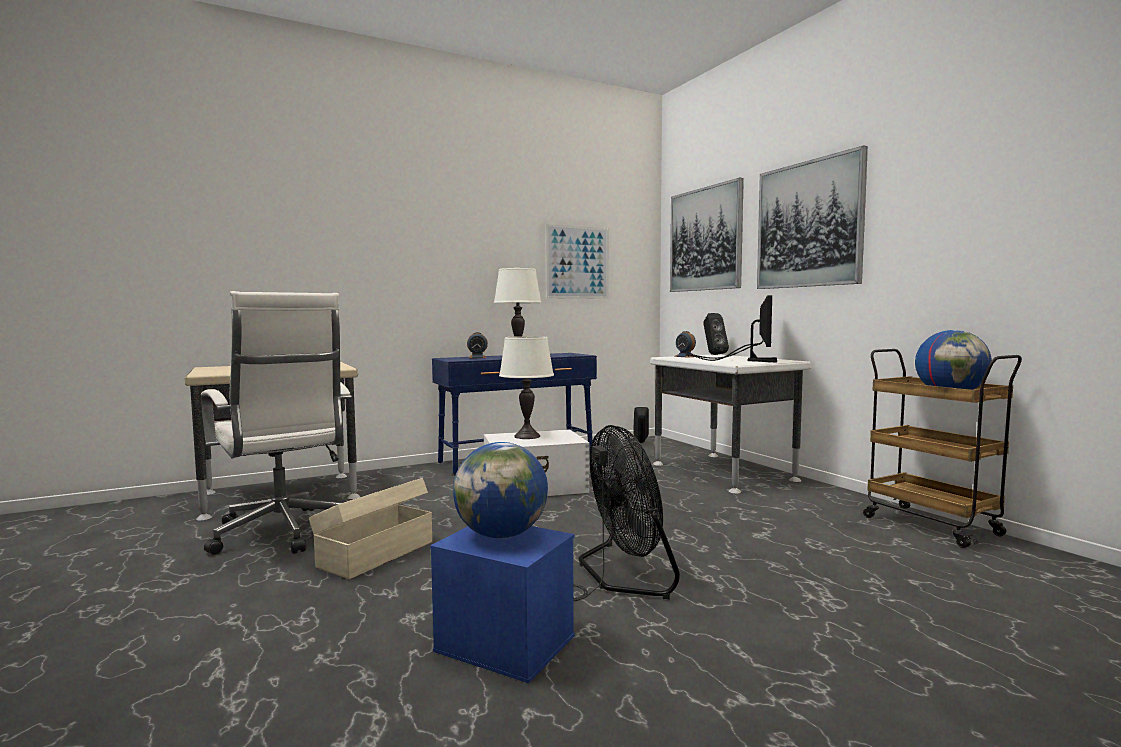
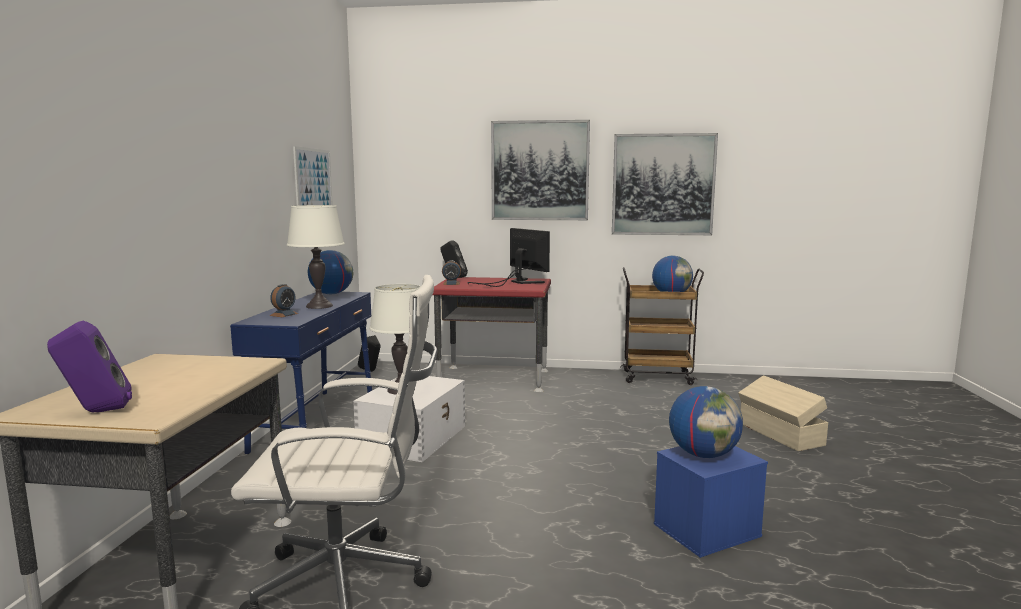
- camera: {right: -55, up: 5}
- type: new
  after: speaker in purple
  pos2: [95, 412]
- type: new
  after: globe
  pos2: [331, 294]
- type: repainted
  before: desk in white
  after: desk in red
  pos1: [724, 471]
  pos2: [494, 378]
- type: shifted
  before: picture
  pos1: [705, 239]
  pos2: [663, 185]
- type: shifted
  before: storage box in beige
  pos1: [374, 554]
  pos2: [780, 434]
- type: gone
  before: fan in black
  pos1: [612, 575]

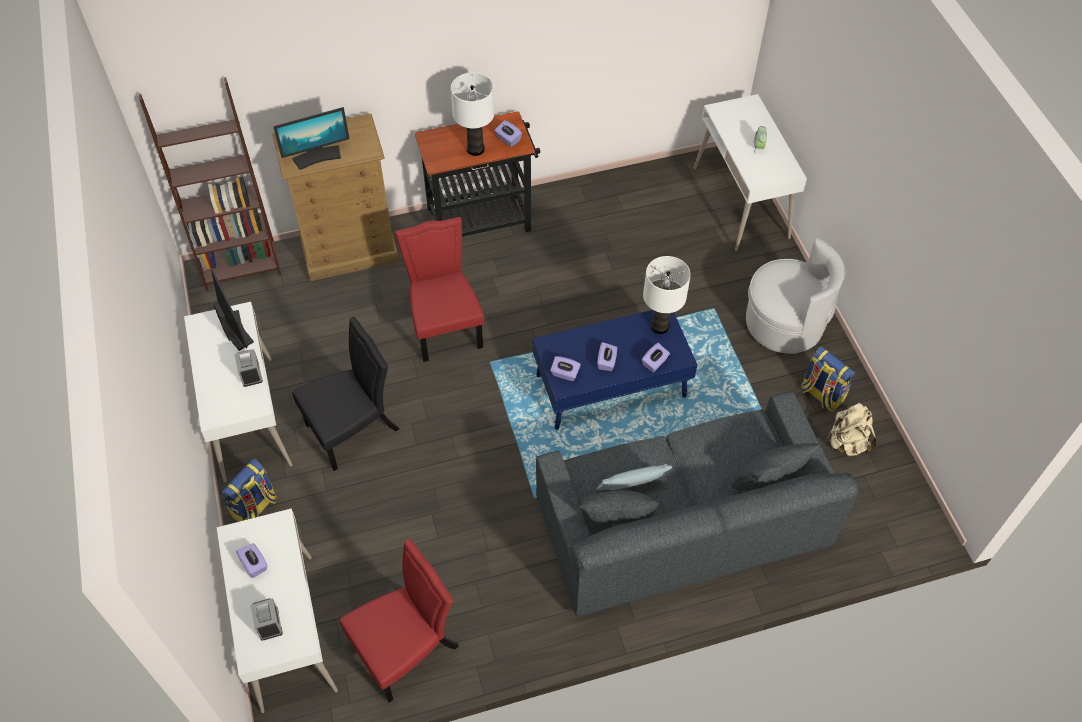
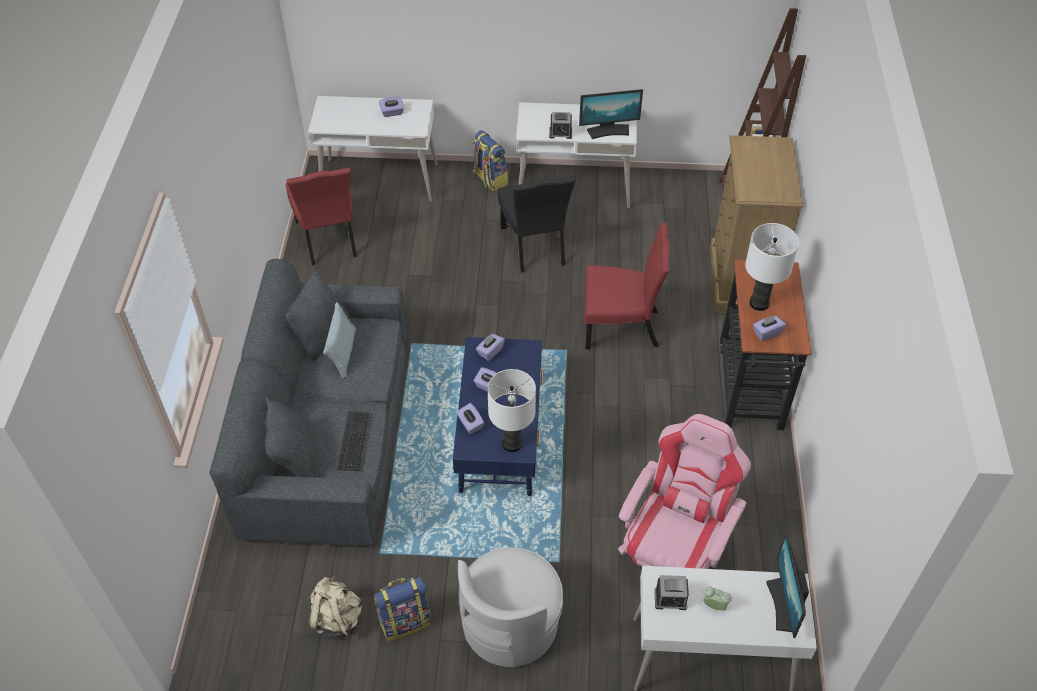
- camera: {right: 110, up: -5}
- type: new
  after: keyboard
  pos2: [352, 440]
- type: new
  after: office chair in pink
  pos2: [672, 558]
- type: shifted
  before: alarm clock
  pos1: [269, 623]
  pos2: [670, 599]
- type: shifted
  before: monitor
  pos1: [317, 156]
  pos2: [784, 605]

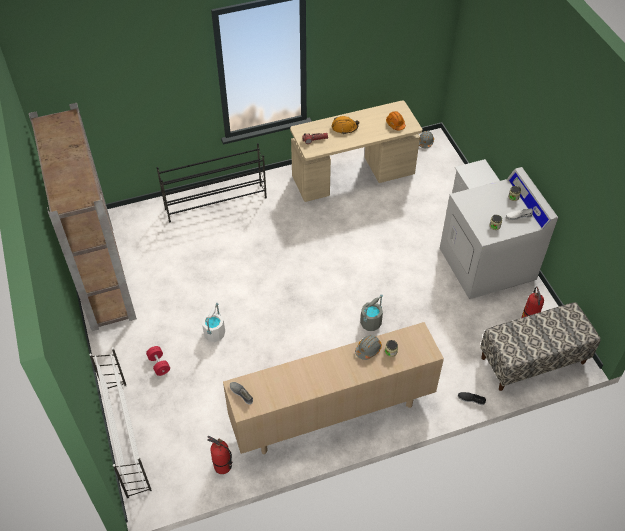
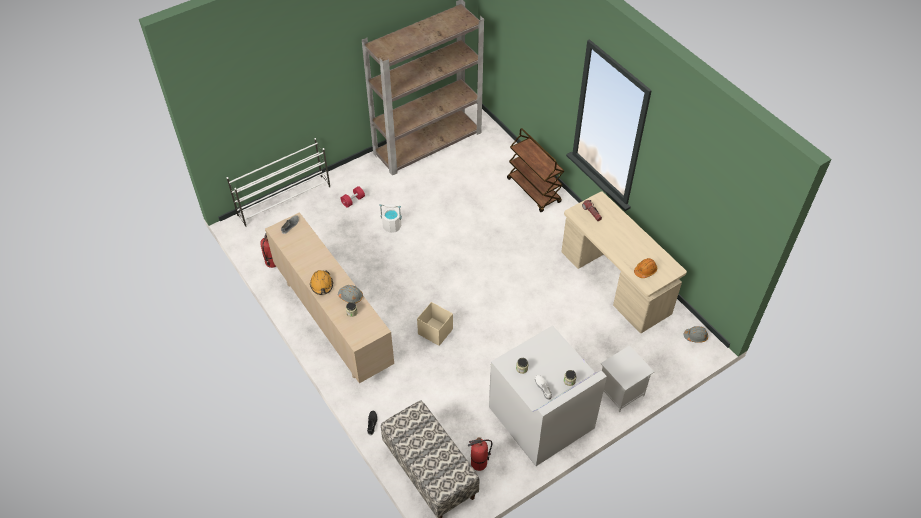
- camera: {right: 75, up: 0}
- type: shifted
  before: hard hat in orange
  pos1: [344, 127]
  pos2: [322, 285]
- type: swapped
  before: bucket in grey
  after: storage box in beige
  pos1: [370, 323]
  pos2: [435, 331]
- type: swapped
  before: shoe rack in black
  after: cart in brown
  pos1: [216, 203]
  pos2: [534, 191]

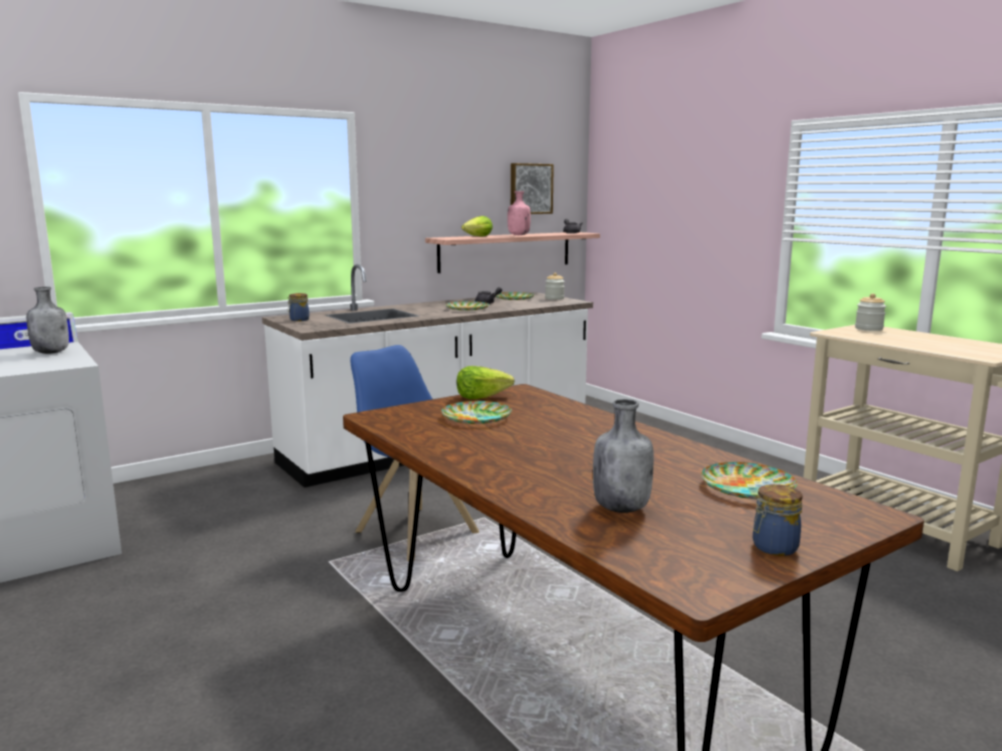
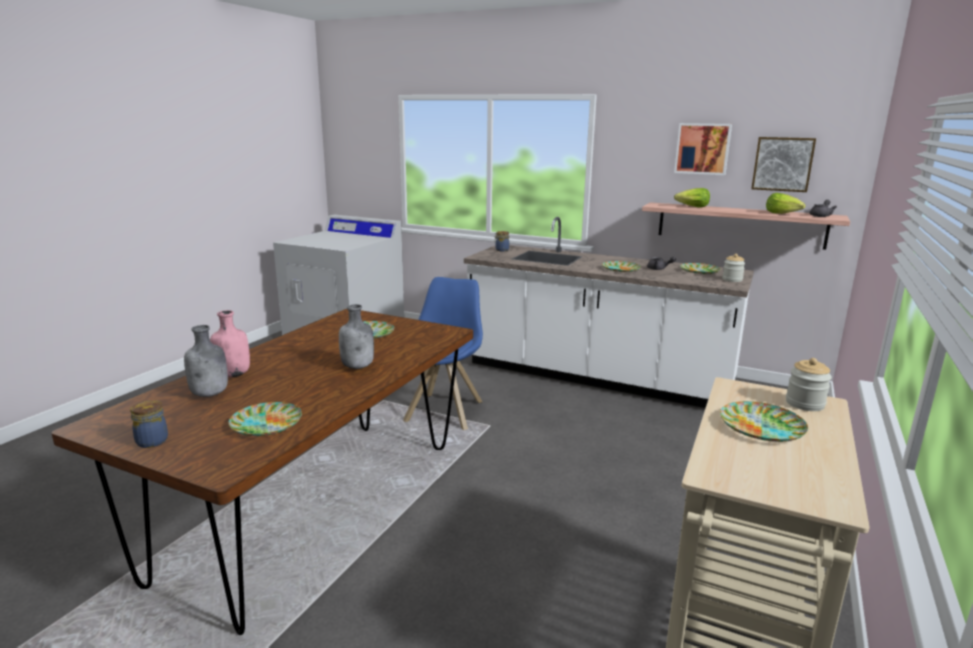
- camera: {right: 60, up: 5}
- type: shifted
  before: bottle in pink
  pos1: [518, 235]
  pos2: [233, 374]
- type: shifted
  before: bottle in grey
  pos1: [52, 352]
  pos2: [358, 366]
- type: new
  after: picture
  pos2: [702, 148]
- type: new
  after: plate
  pos2: [762, 426]
- type: shifted
  before: lettuce
  pos1: [482, 397]
  pos2: [782, 214]

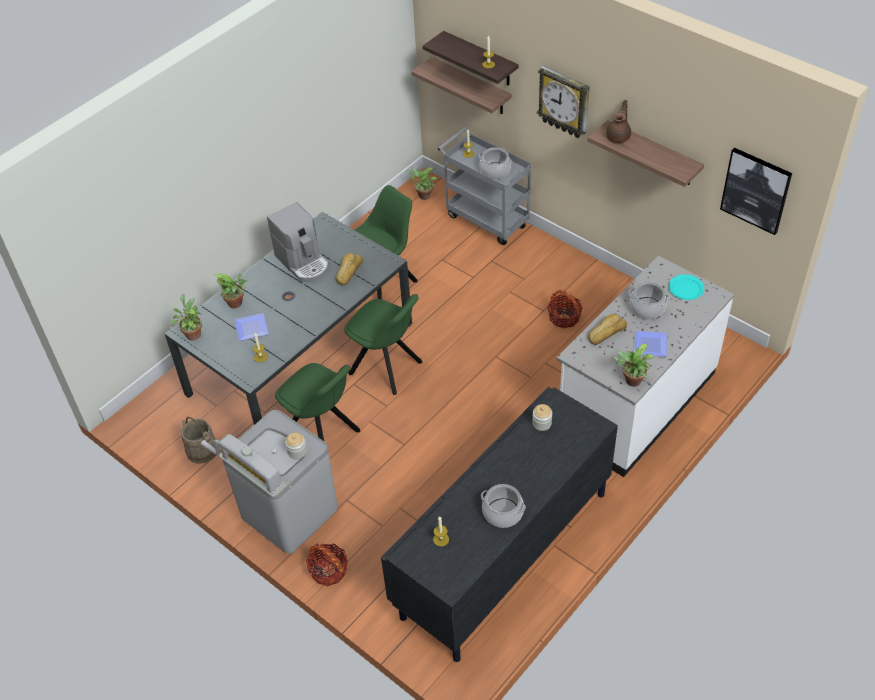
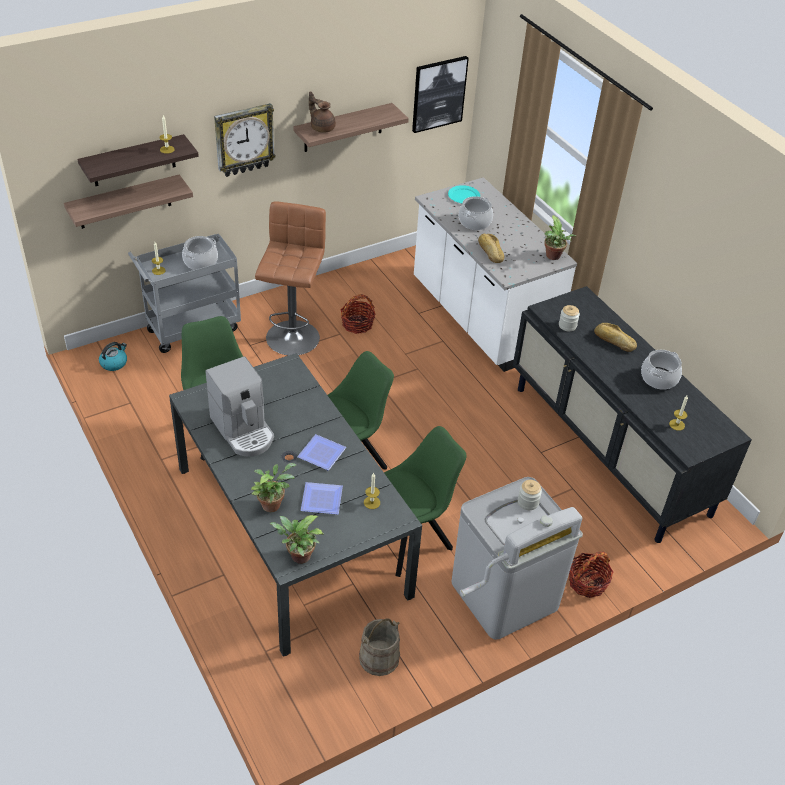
- camera: {right: -75, up: -5}
- type: swapped
  before: potted plant
  after: kettle
  pos1: [423, 196]
  pos2: [114, 363]
- type: rotated
  before: coffee machine
  pos1: [303, 262]
  pos2: [243, 430]
  turn: 75
- type: new
  after: stool in brown
  pos2: [293, 337]
- type: shifted
  before: plate
  pos1: [651, 346]
  pos2: [323, 453]
- type: shifted
  before: bread
  pos1: [348, 271]
  pos2: [614, 341]

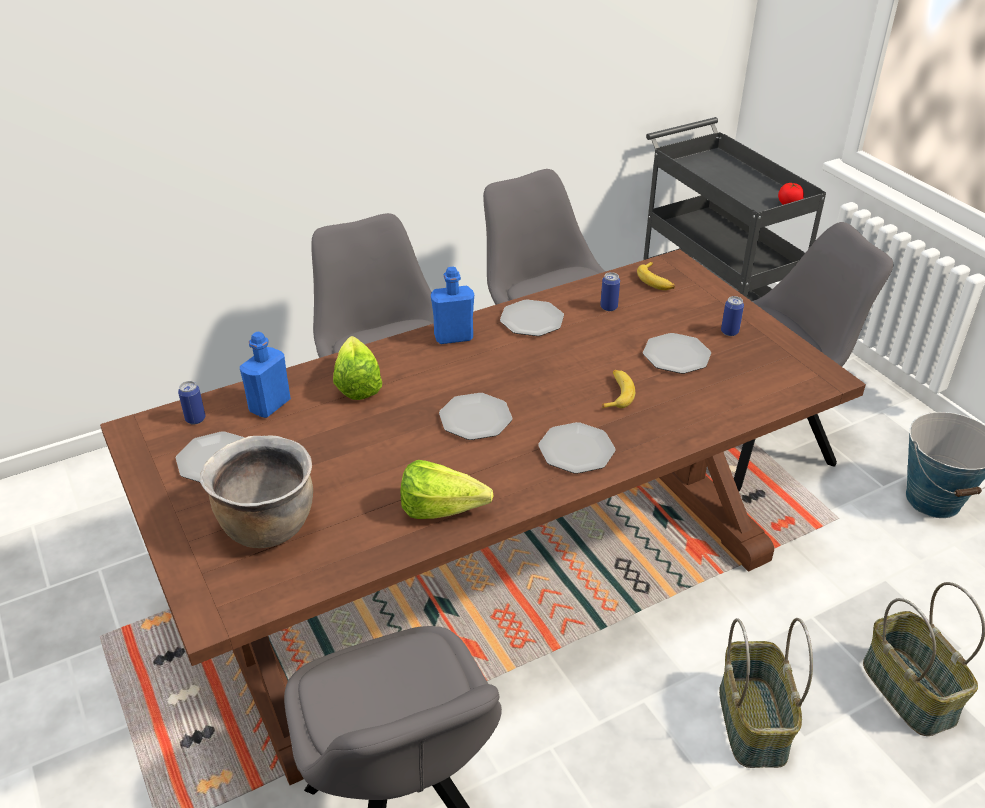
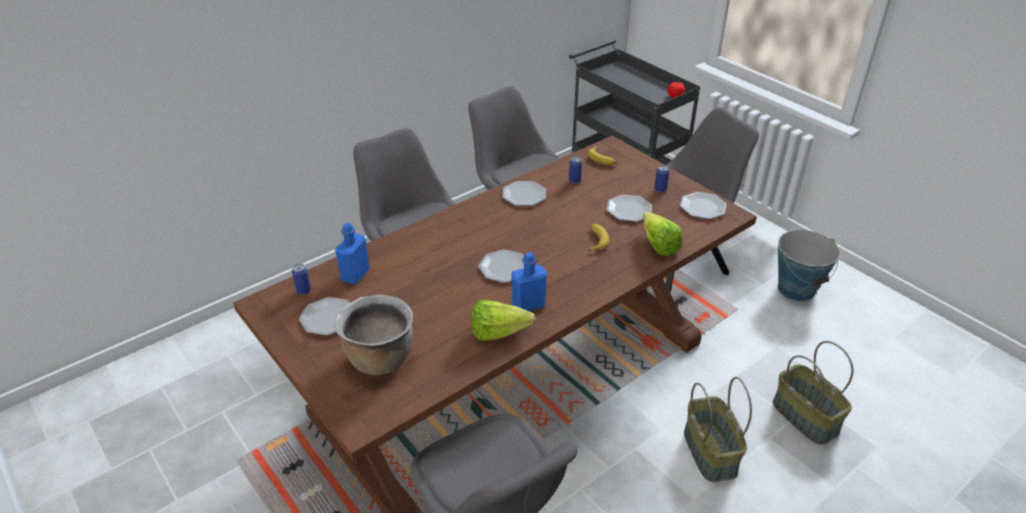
- camera: {right: -10, up: 0}
- type: shifted
  before: bottle in blue
  pos1: [453, 337]
  pos2: [528, 305]
- type: shifted
  before: lettuce
  pos1: [358, 381]
  pos2: [657, 243]
- type: shifted
  before: plate
  pos1: [576, 451]
  pos2: [702, 207]

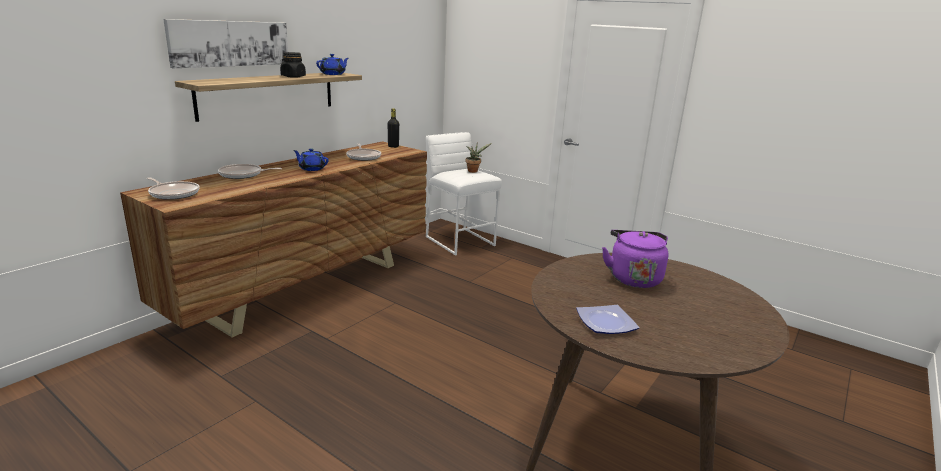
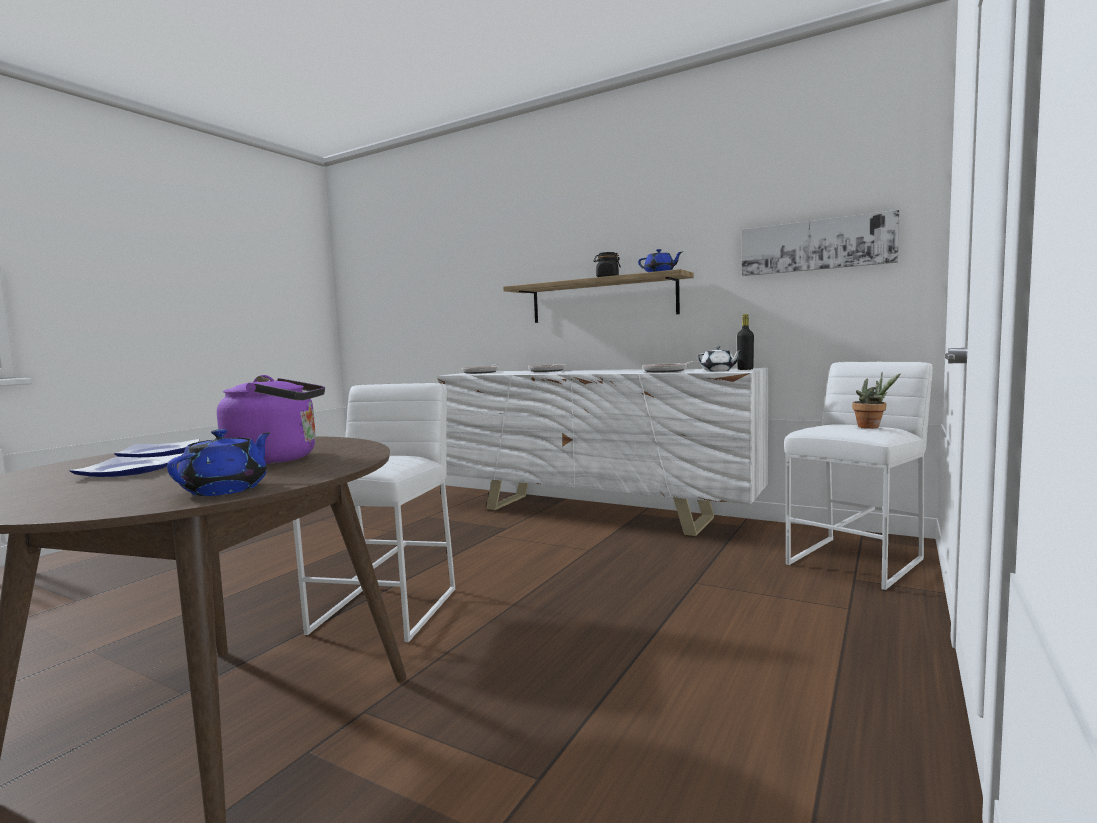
- camera: {right: 85, up: -15}
- type: new
  after: plate
  pos2: [130, 470]
- type: shifted
  before: teapot in blue
  pos1: [311, 168]
  pos2: [227, 489]
- type: new
  after: stool in white
  pos2: [387, 609]
- type: repainted
  before: cabinet in brown
  after: cabinet in white
  pos1: [308, 288]
  pos2: [595, 513]
- type: new
  after: teapot in white
  pos2: [718, 371]
- type: shifted
  before: picture
  pos1: [230, 43]
  pos2: [816, 245]

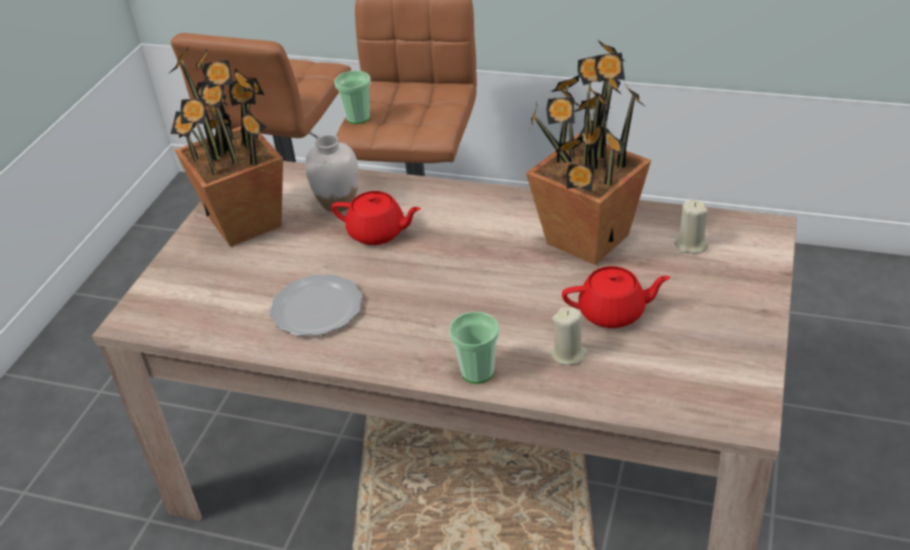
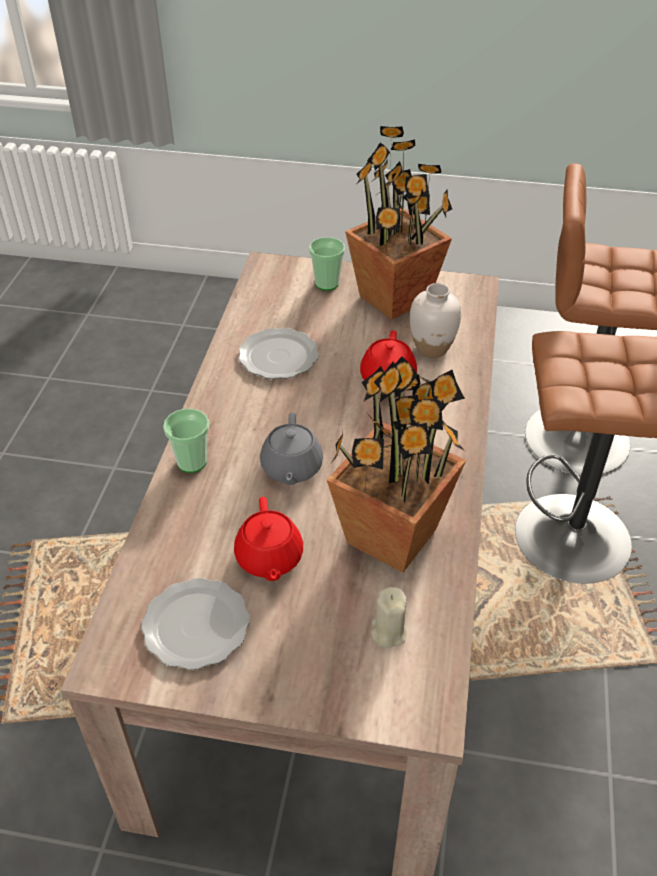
- camera: {right: 80, up: 5}
- type: new
  after: plate
  pos2: [195, 627]
- type: new
  after: teapot in grey
  pos2: [291, 468]
- type: shifted
  before: cup
  pos1: [358, 117]
  pos2: [327, 283]
- type: gone
  before: candle in beige
  pos1: [568, 354]

